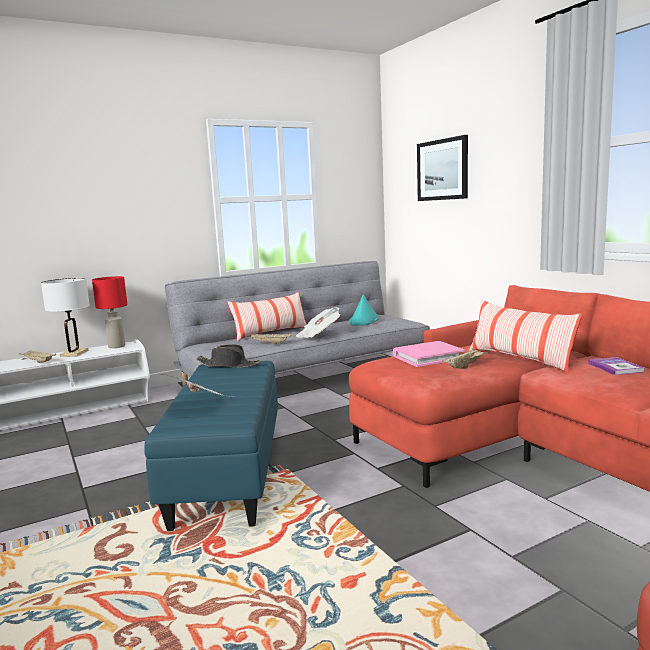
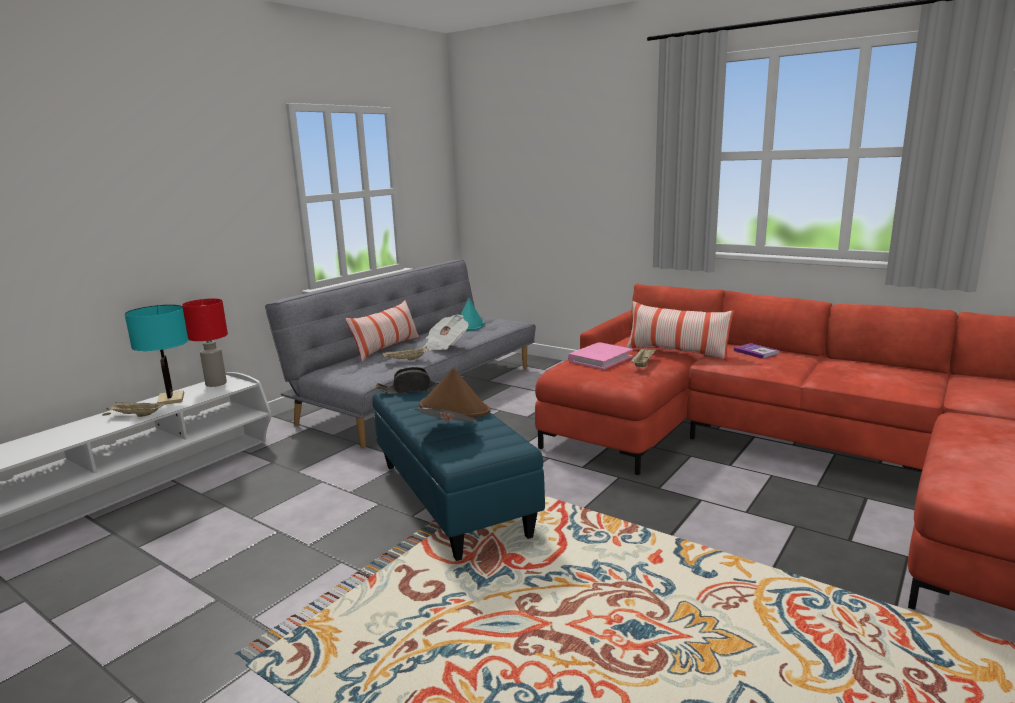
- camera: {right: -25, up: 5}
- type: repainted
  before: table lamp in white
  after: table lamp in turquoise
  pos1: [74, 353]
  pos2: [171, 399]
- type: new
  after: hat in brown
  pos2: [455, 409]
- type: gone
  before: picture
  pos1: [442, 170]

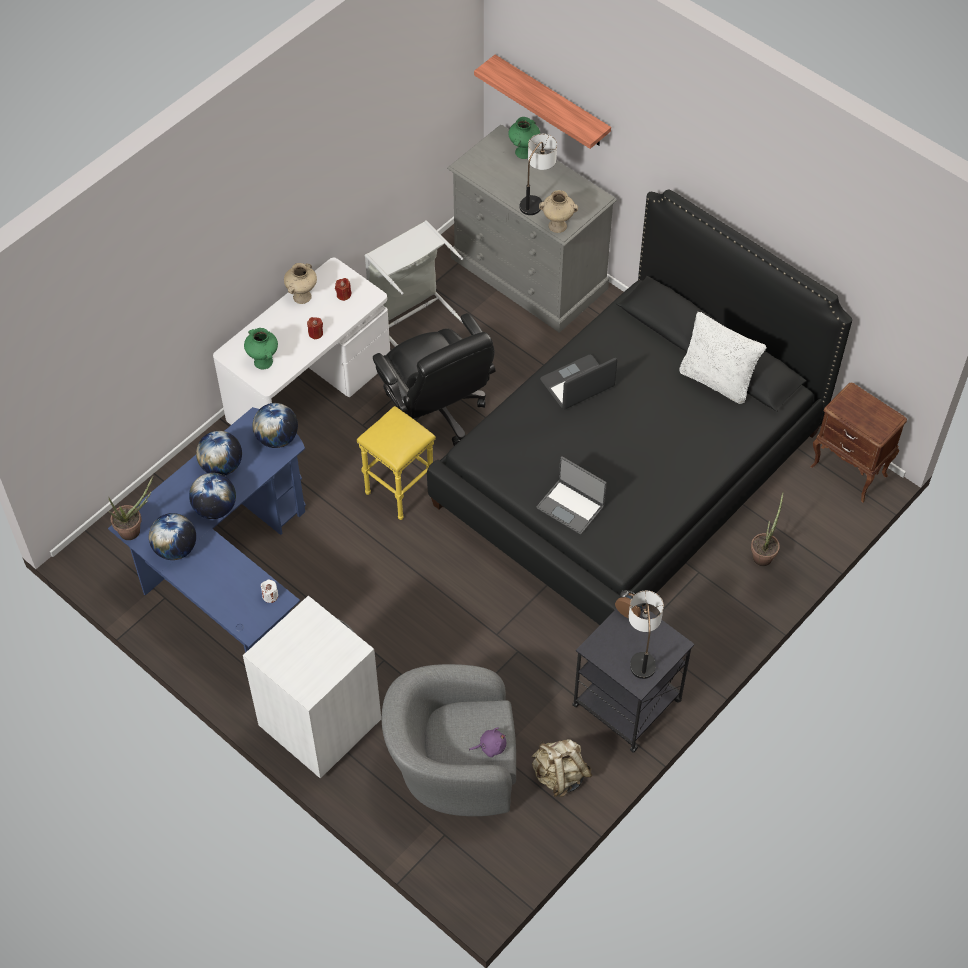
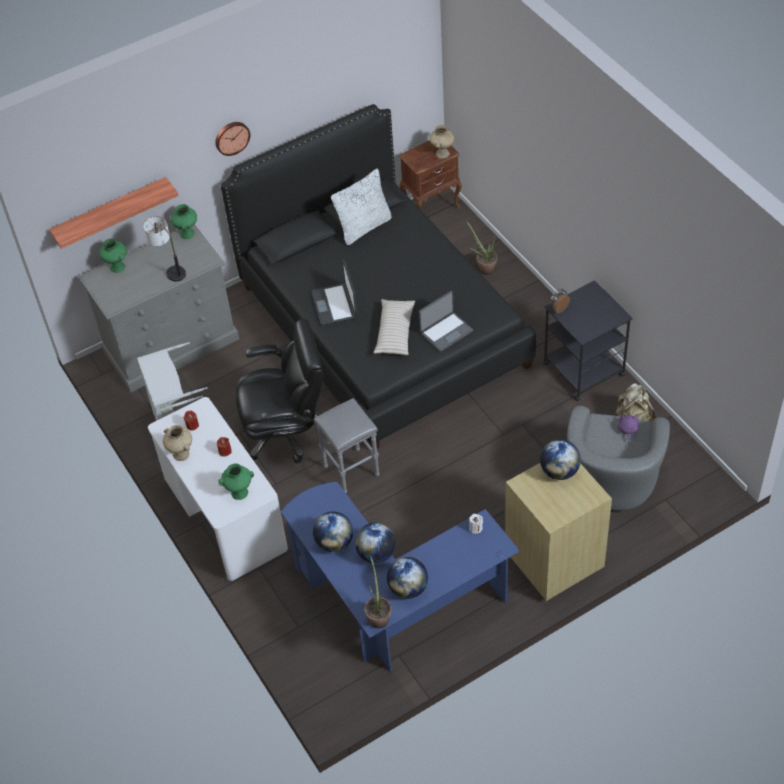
- camera: {right: -70, up: -5}
- type: new
  after: vase in green
  pos2: [187, 234]
- type: new
  after: wall clock
  pos2: [231, 137]
- type: repainted
  before: stool in yellow
  after: stool in grey
  pos1: [401, 491]
  pos2: [351, 469]
- type: new
  after: pillow in beige
  pos2: [395, 332]
- type: shifted
  before: vase in beige
  pos1: [558, 225]
  pos2: [442, 153]
- type: repainted
  before: dresser in white
  after: dresser in brown
  pos1: [321, 725]
  pos2: [553, 562]
- type: shifted
  before: globe
  pos1: [277, 438]
  pos2: [559, 471]
- type: gone
  before: table lamp
  pos1: [641, 653]

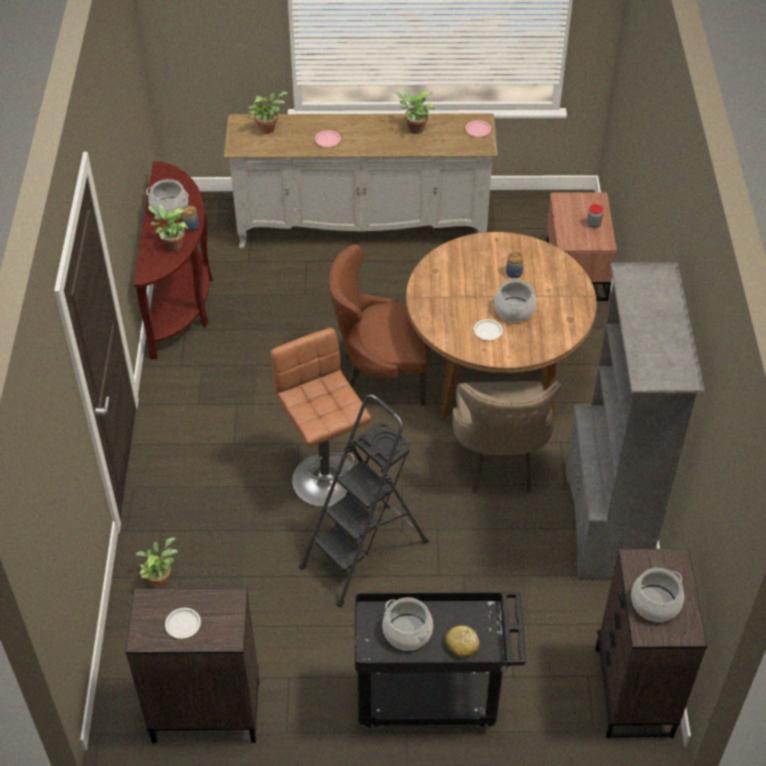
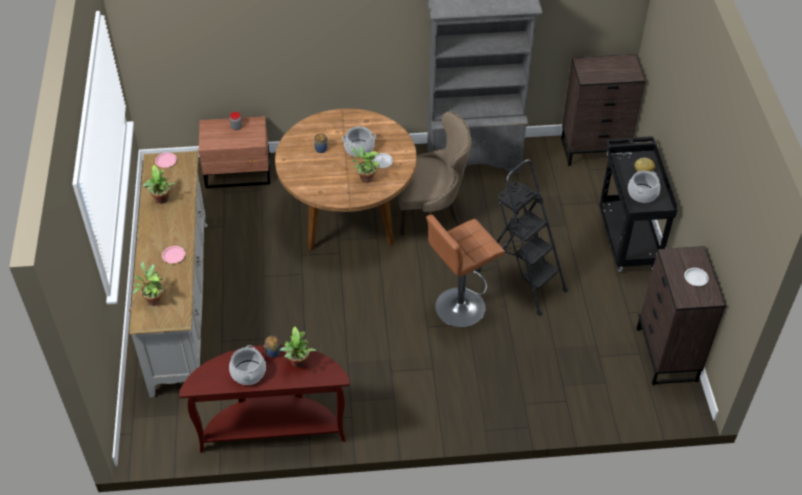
- camera: {right: -95, up: 0}
- type: shifted
  before: potted plant
  pos1: [160, 578]
  pos2: [365, 178]
- type: gone
  before: chair in brown
  pos1: [381, 376]
- type: gone
  before: cooking pot
  pos1: [655, 603]

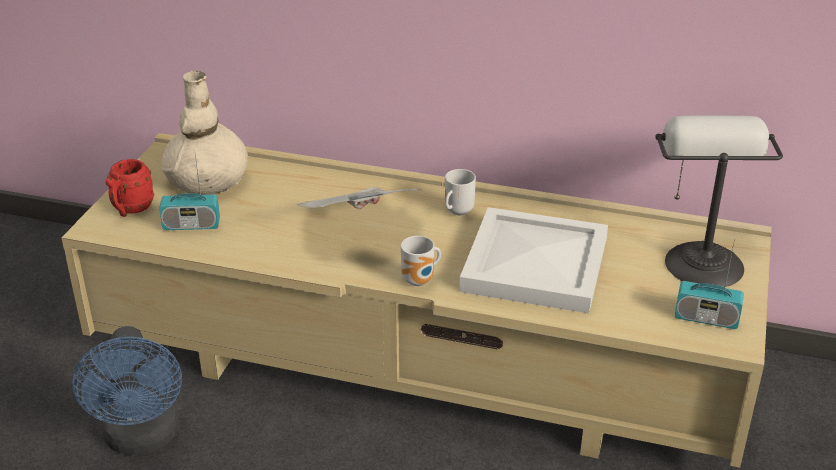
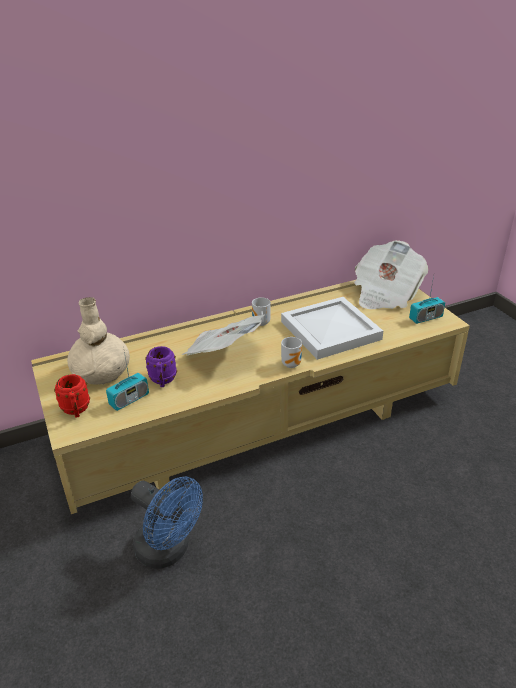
- camera: {right: -40, up: 0}
- type: new
  after: mug in purple
  pos2: [163, 381]
- type: swapped
  before: table lamp
  after: newspaper
  pos1: [698, 254]
  pos2: [385, 294]

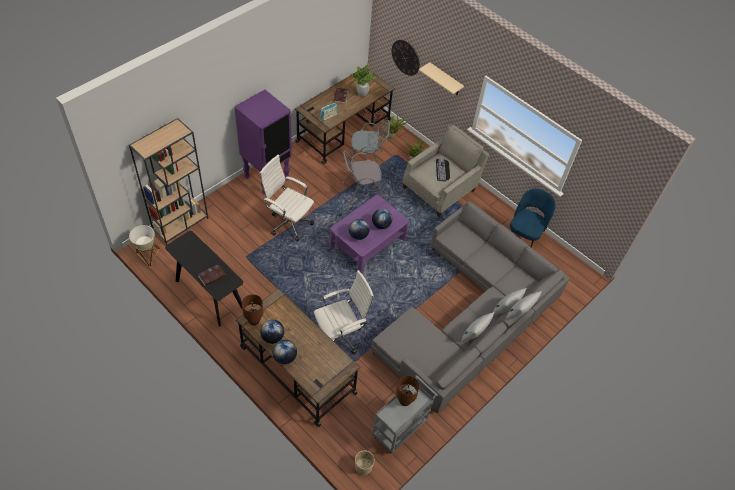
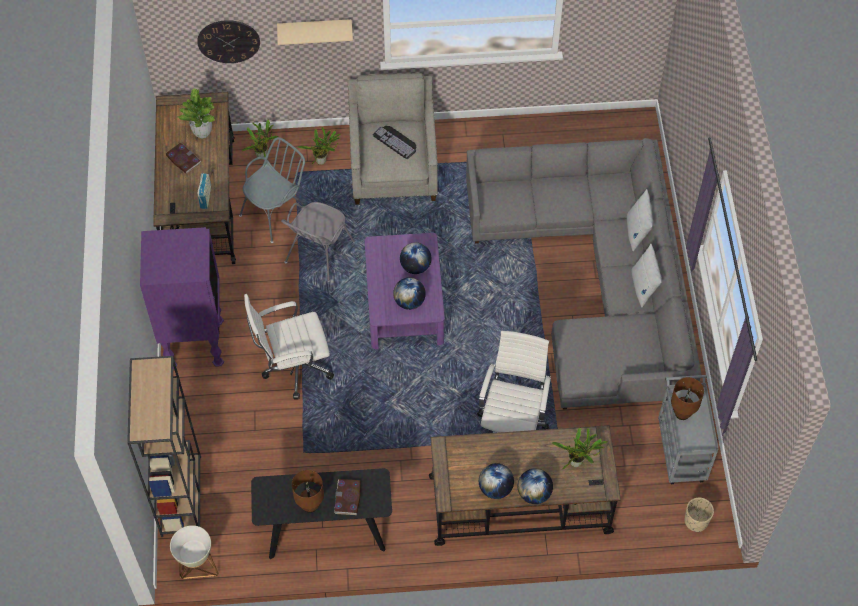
- camera: {right: -45, up: 5}
- type: shifted
  before: table lamp in brown
  pos1: [254, 320]
  pos2: [310, 505]
- type: new
  after: potted plant
  pos2: [578, 462]
- type: gone
  before: pillow in grey
  pos1: [519, 313]
- type: gone
  before: chair in blue
  pos1: [523, 238]

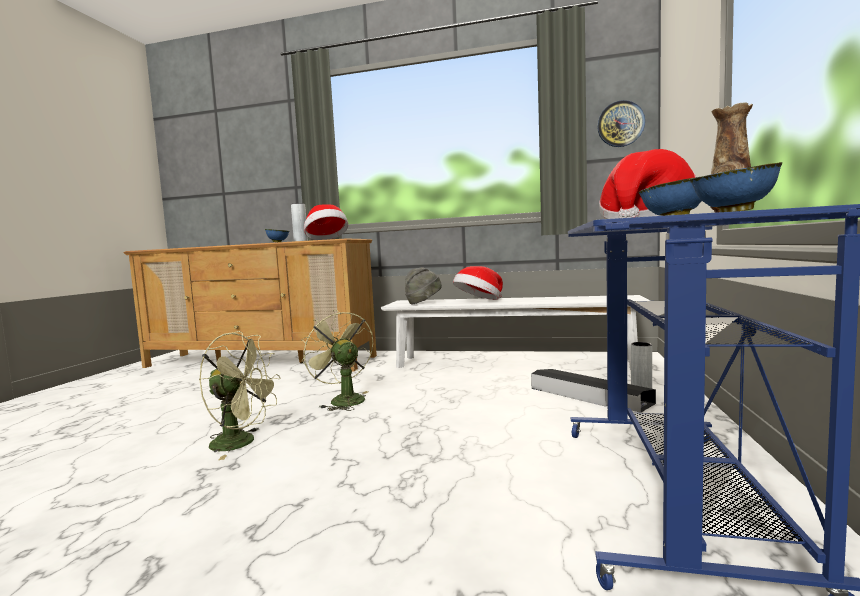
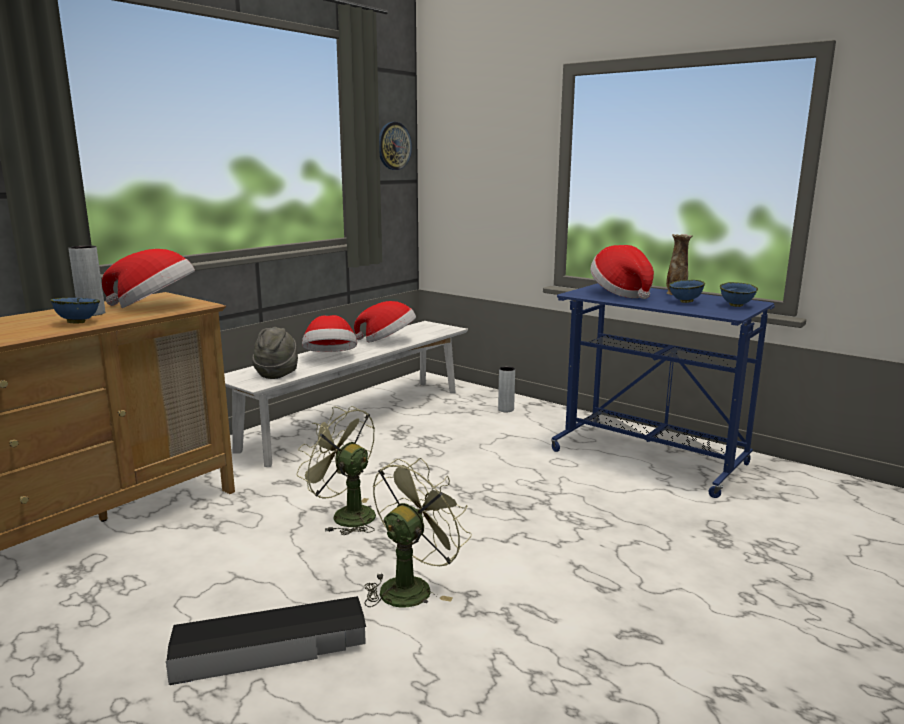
- camera: {right: -65, up: 10}
- type: shifted
  before: storage box in black
  pos1: [589, 396]
  pos2: [271, 648]
- type: rotated
  before: fan in green
  pos1: [342, 400]
  pos2: [345, 515]
  turn: 45
- type: new
  after: hat
  pos2: [388, 341]

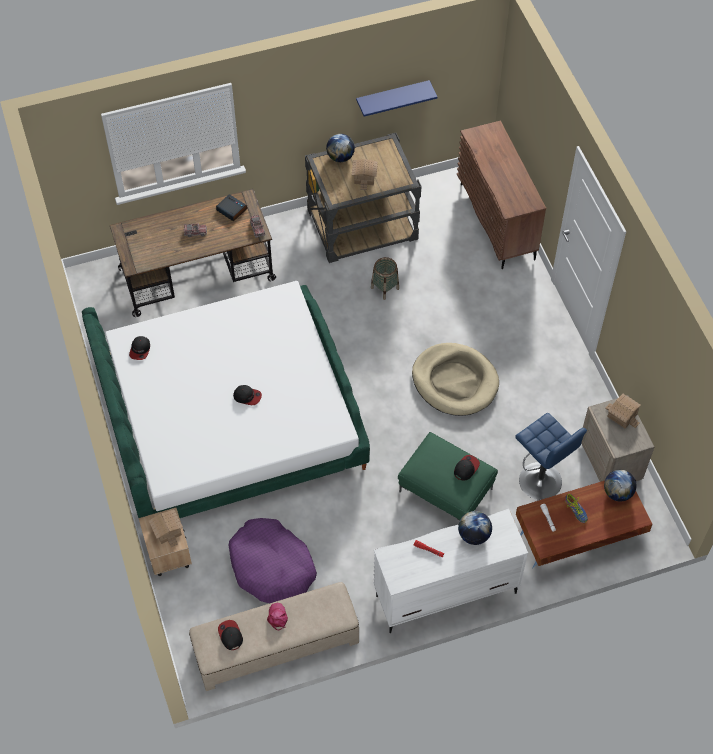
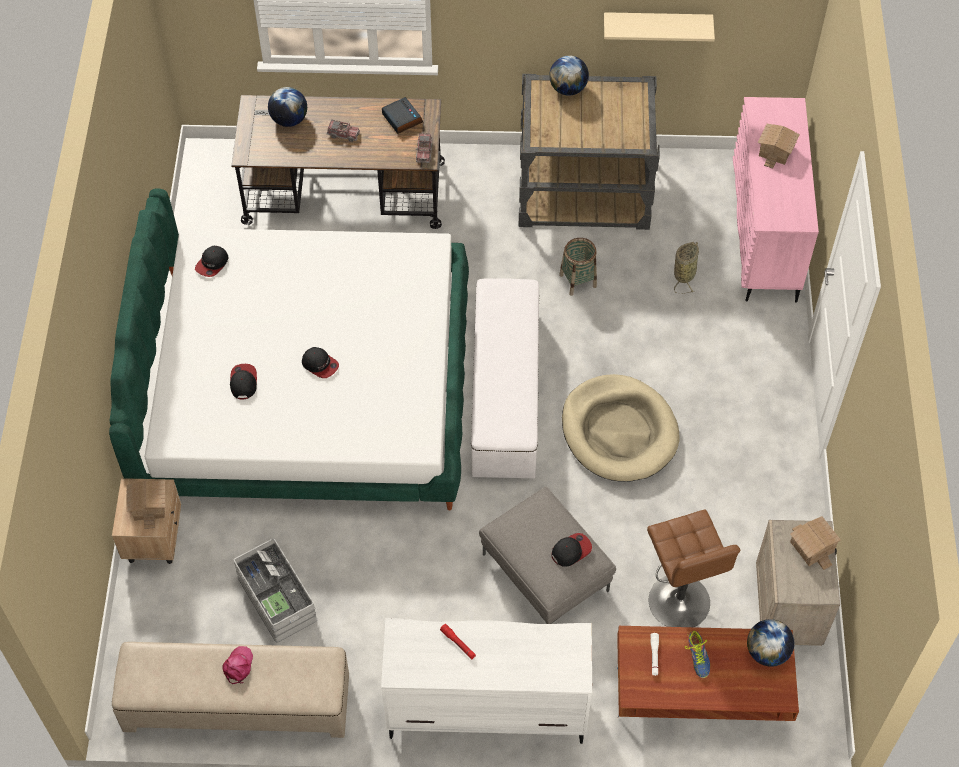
- camera: {right: 20, up: 0}
- type: shifted
  before: cap
  pos1: [230, 635]
  pos2: [243, 382]
- type: swapped
  before: dog bed in purple
  after: storage box in grey
  pos1: [272, 567]
  pos2: [276, 598]
- type: shifted
  before: globe
  pos1: [474, 535]
  pos2: [289, 120]
- type: new
  after: bench in white
  pos2: [504, 391]
- type: repainted
  before: ottoman in green
  after: ottoman in grey
  pos1: [444, 490]
  pos2: [543, 572]
- type: repainted
  before: shelf in blue
  after: shelf in beige
  pos1: [392, 97]
  pos2: [657, 24]
- type: repainted
  before: stool in blue
  after: stool in brown
  pos1: [540, 481]
  pos2: [678, 602]
- type: new
  after: basket
  pos2: [685, 273]
- type: repainted
  before: dresser in brown
  after: dresser in pink
  pos1: [496, 222]
  pos2: [764, 236]
- type: shifted
  before: toy house
  pos1: [365, 177]
  pos2: [776, 151]

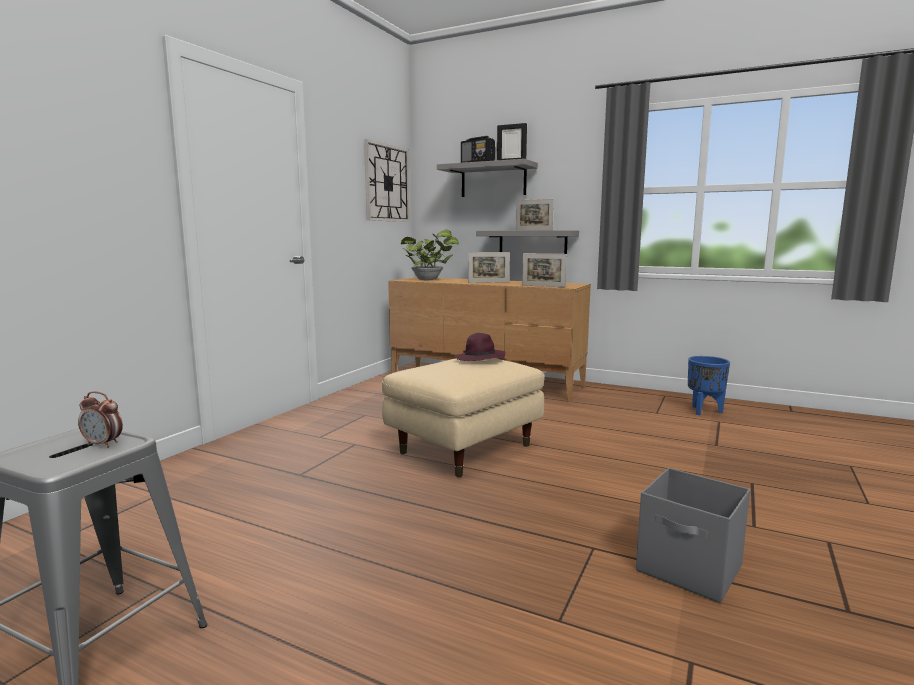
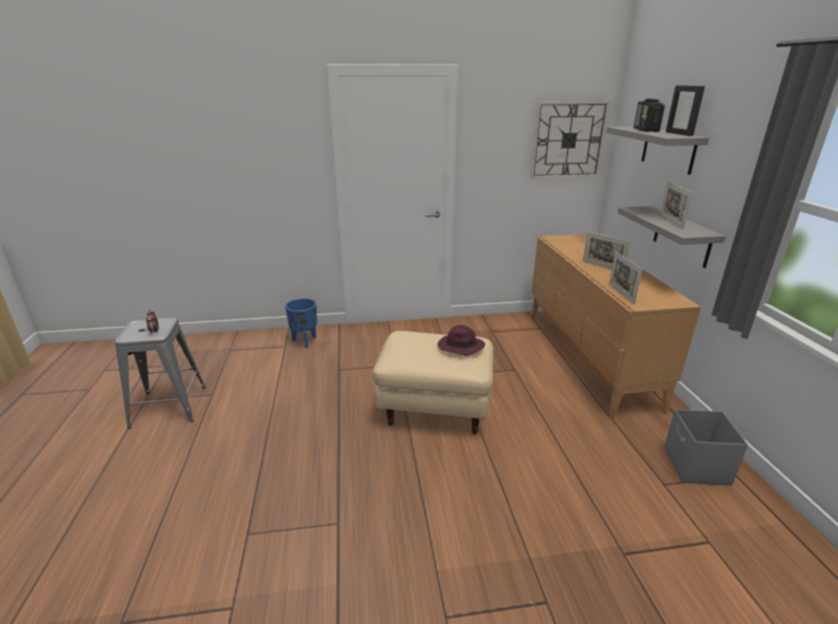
- camera: {right: 55, up: 15}
- type: shifted
  before: planter in blue
  pos1: [704, 411]
  pos2: [304, 341]
- type: shifted
  before: storage box in grey
  pos1: [690, 570]
  pos2: [696, 467]
- type: gone
  before: potted plant
  pos1: [429, 279]

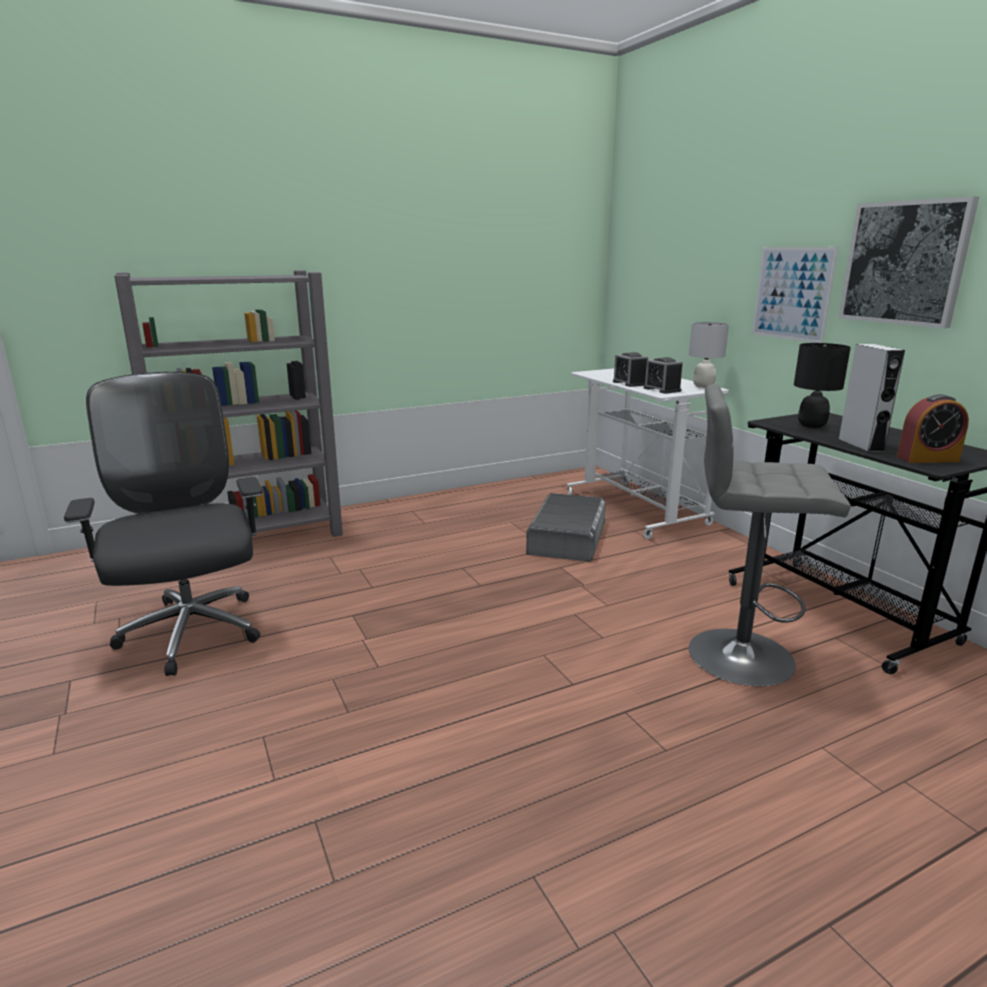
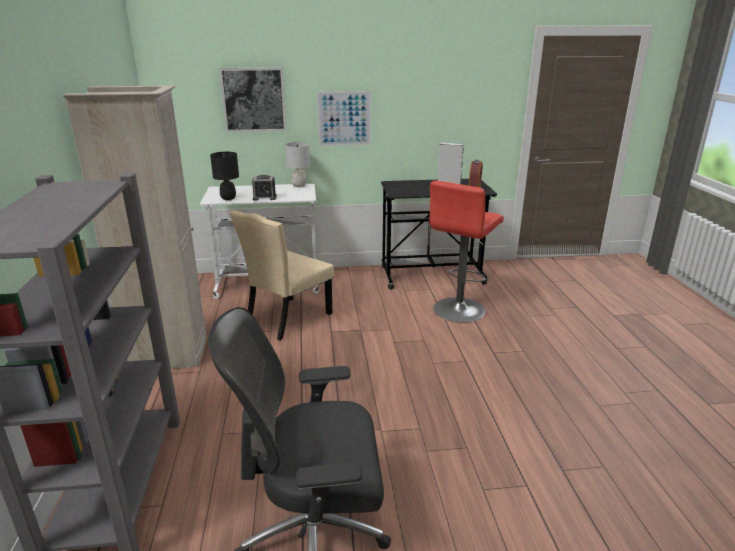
- camera: {right: -70, up: 5}
- type: new
  after: cabinet in beige
  pos2: [169, 353]
- type: shifted
  before: table lamp in black
  pos1: [811, 425]
  pos2: [228, 198]
- type: shifted
  before: picture
  pos1: [904, 263]
  pos2: [254, 99]
- type: swapped
  before: storage box in grey
  after: chair in beige
  pos1: [567, 537]
  pos2: [288, 318]
- type: repainted
  before: stool in grey
  after: stool in red
  pos1: [739, 656]
  pos2: [458, 310]
- type: gone
  before: alarm clock
  pos1: [662, 389]

